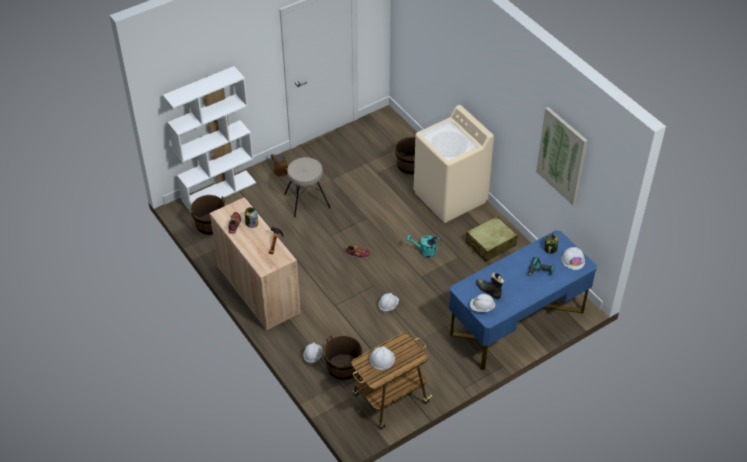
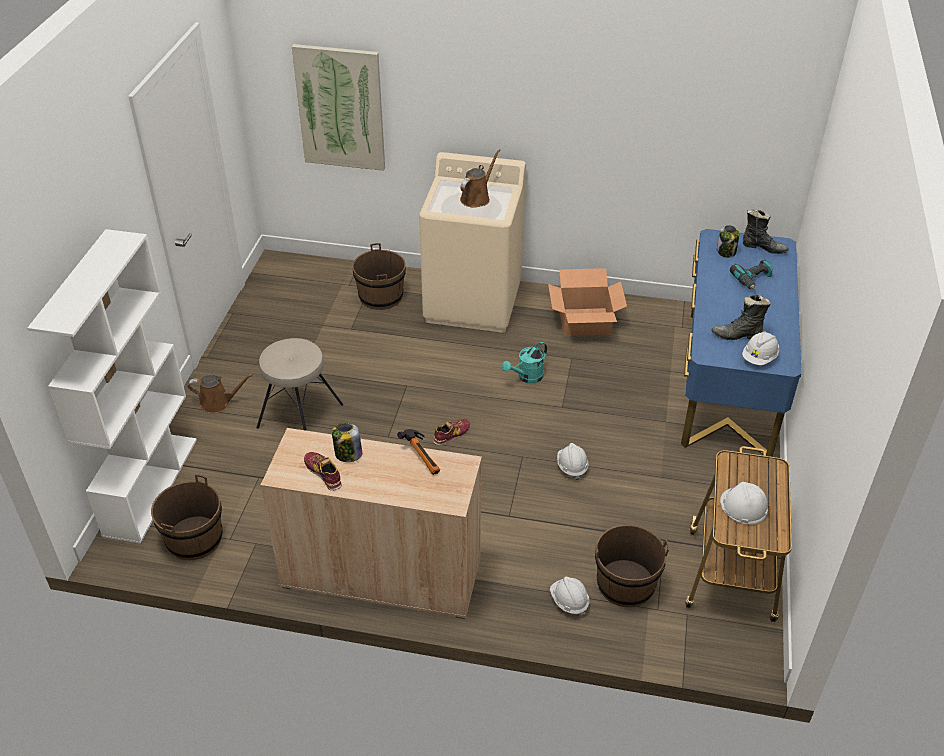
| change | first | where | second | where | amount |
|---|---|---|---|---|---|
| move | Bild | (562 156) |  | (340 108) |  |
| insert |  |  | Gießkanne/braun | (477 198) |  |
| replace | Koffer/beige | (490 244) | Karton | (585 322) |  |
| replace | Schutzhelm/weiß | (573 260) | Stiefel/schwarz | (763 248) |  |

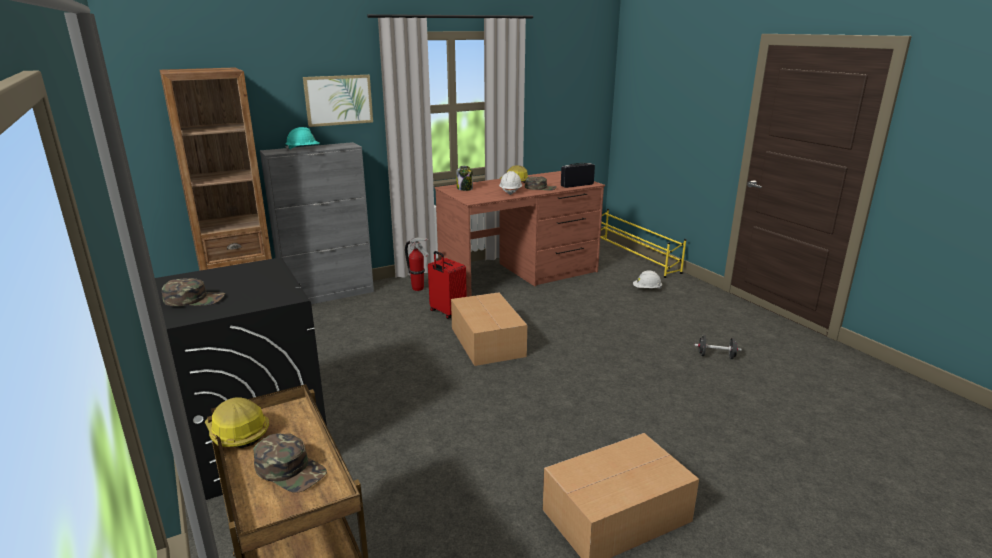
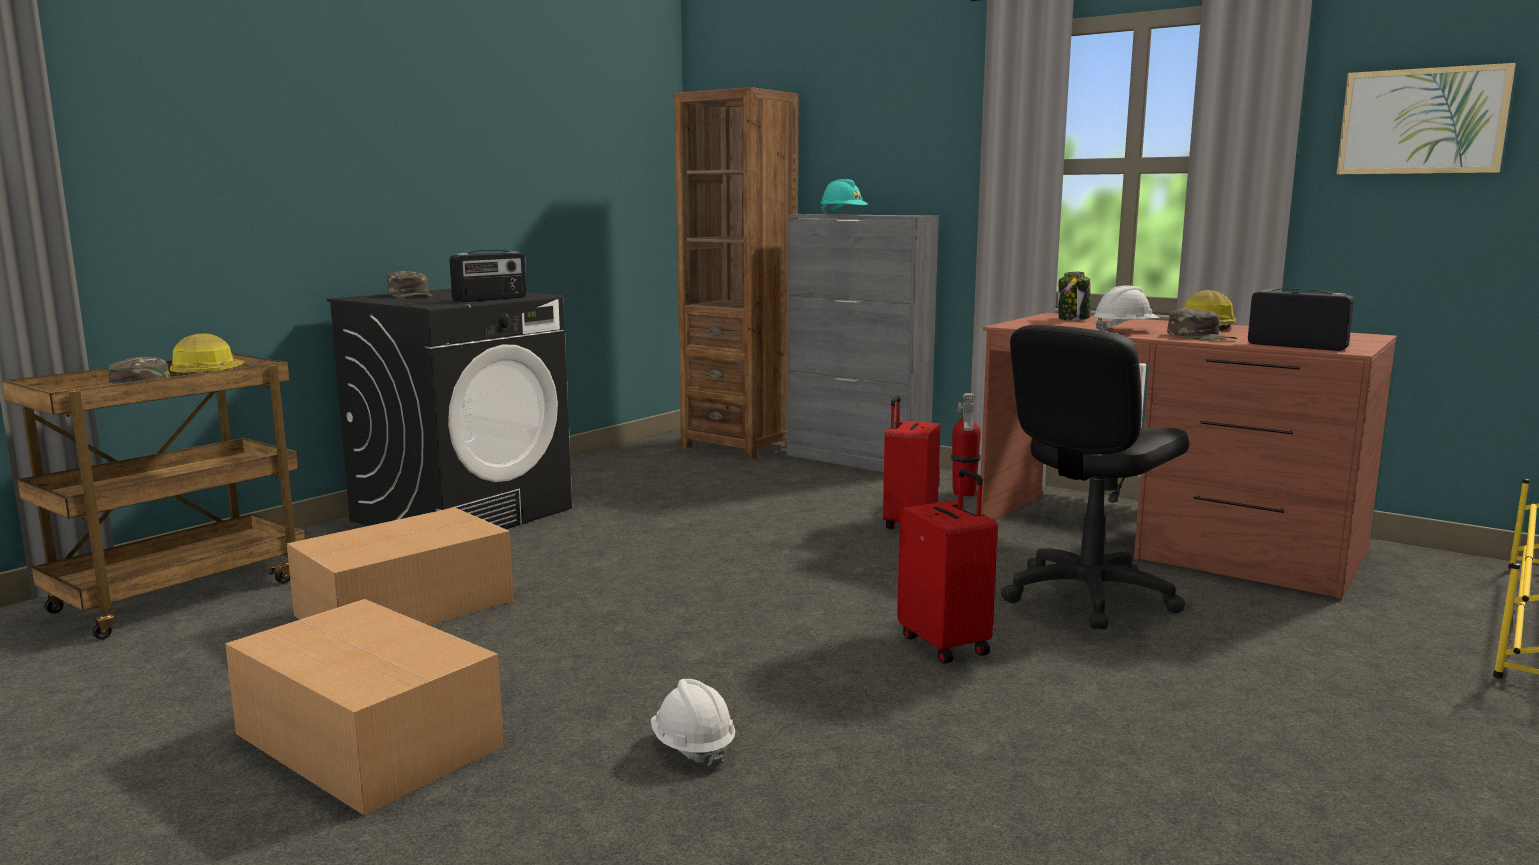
| change | first | where | second | where | amount |
|---|---|---|---|---|---|
| move | Karton | (487 342) |  | (402 608) |  |
| insert |  |  | Radio | (490 299) |  |
| move | Schutzhelm/weiß | (647 289) |  | (692 747) |  |
| insert |  |  | Koffer/rot | (946 644) |  |
| insert |  |  | Bürostuhl/schwarz | (1087 596) |  |
| move | Bild | (338 100) |  | (1422 121) |  |
| delete | Hantel/schwarz | (716 356) |  |  |  |

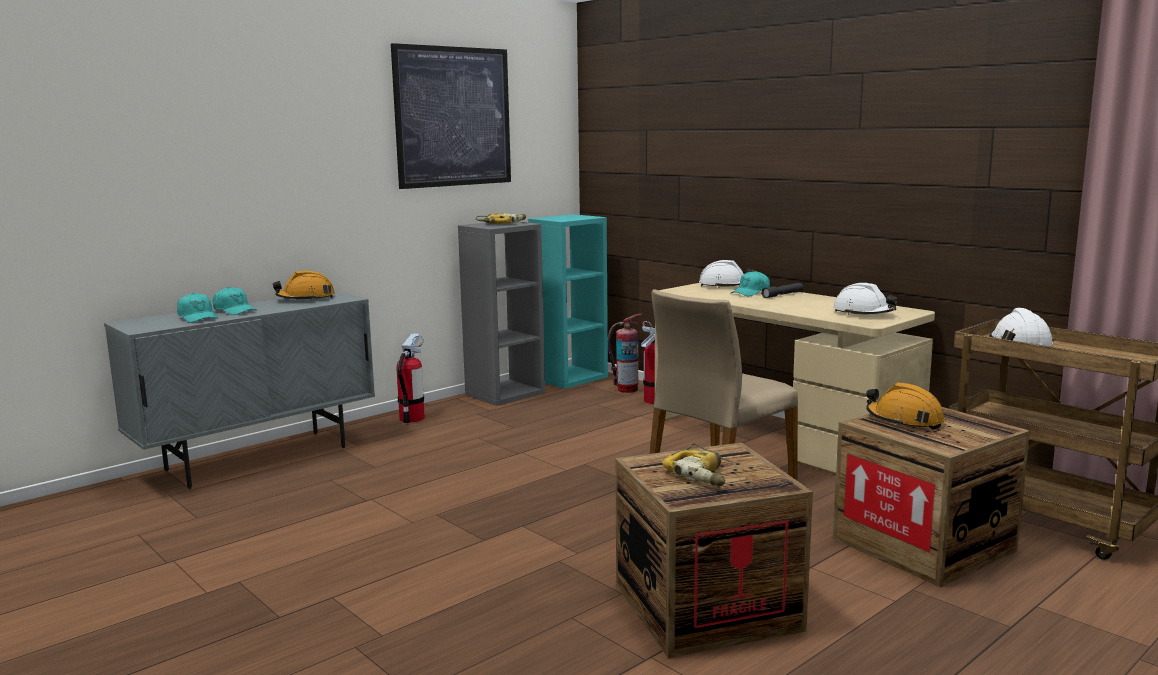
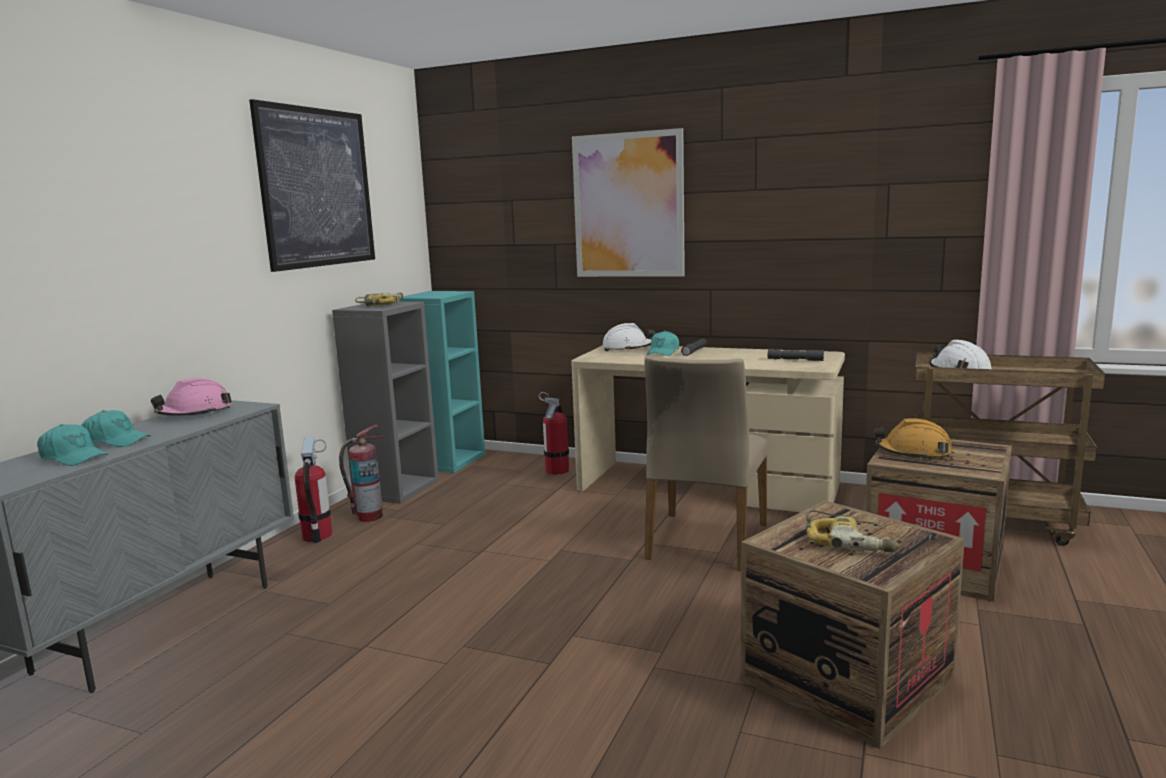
| change | first | where | second | where | amount |
|---|---|---|---|---|---|
| recolor | Schutzhelm/orange | (306 299) | Schutzhelm/rosa | (195 413) |  |
| move | Feuerlöscher | (627 389) |  | (369 517) |  |
| insert |  |  | Bild | (628 205) |  |
| replace | Schutzhelm/weiß | (863 313) | Taschenlampe/grau | (795 360) |  |

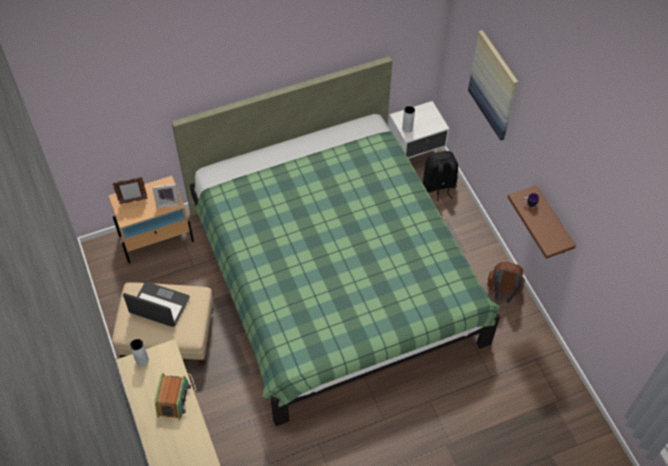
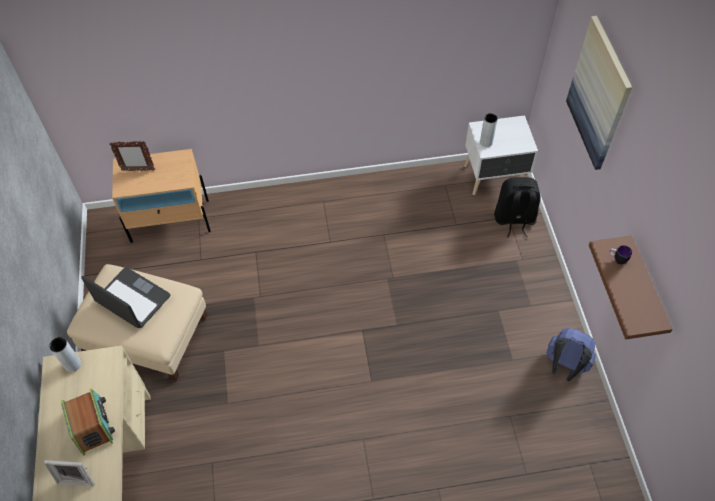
| change | first | where | second | where | amount |
|---|---|---|---|---|---|
| move | Bilderrahmen | (168 202) |  | (77 477) |  |
| rotate | Radio | (173 399) |  | (92 424) | 45 degrees counterclockwise |
| recolor | Rucksack/braun | (502 293) | Rucksack/blau | (564 366) |  |
| delete | Bett/grün | (333 276) |  |  |  |

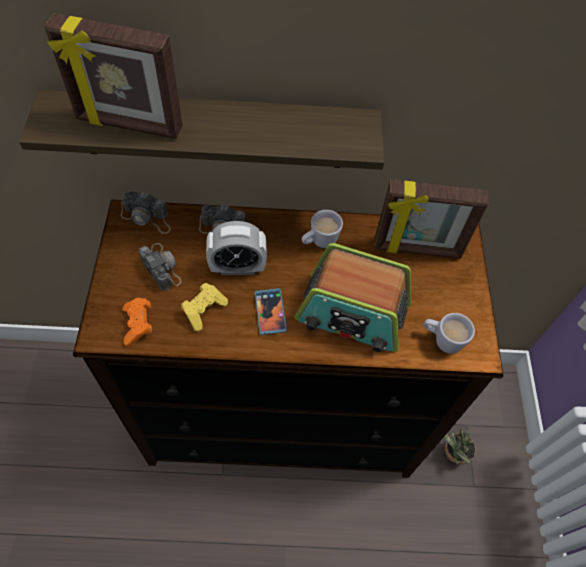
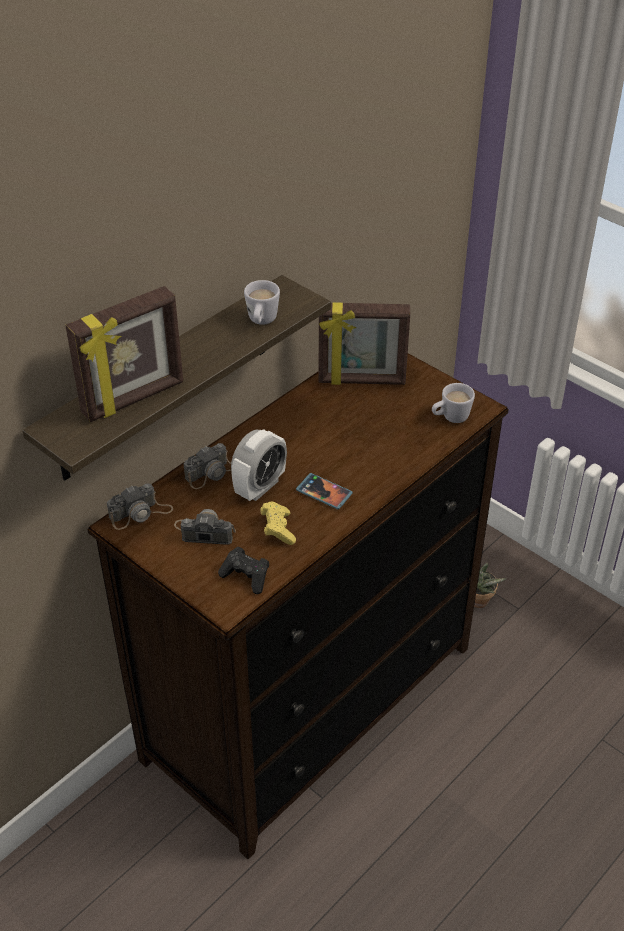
| change | first | where | second | where | amount |
|---|---|---|---|---|---|
| recolor | Gamepad/orange | (138 325) | Gamepad/schwarz | (246 577) |  |
| move | Henkelbecher/weiß | (319 242) |  | (261 322) |  |
| rotate | Bilderrahmen | (417 249) |  | (361 381) | 45 degrees clockwise |
| delete | Radio | (352 313) |  |  |  |

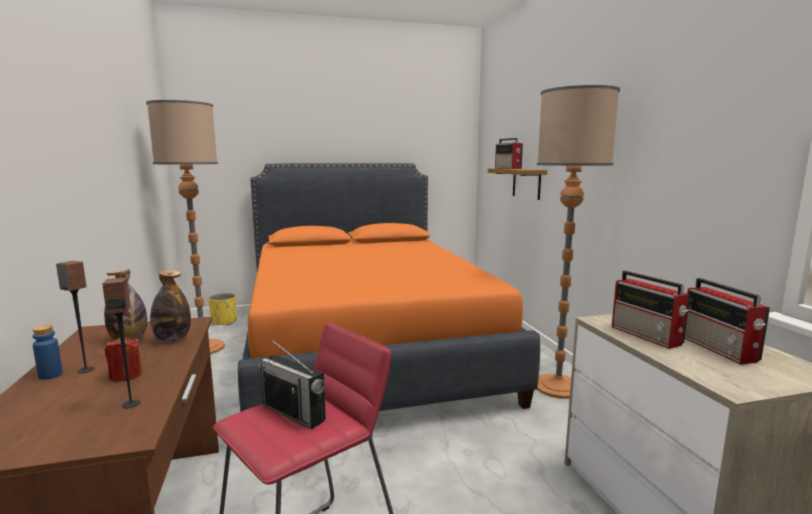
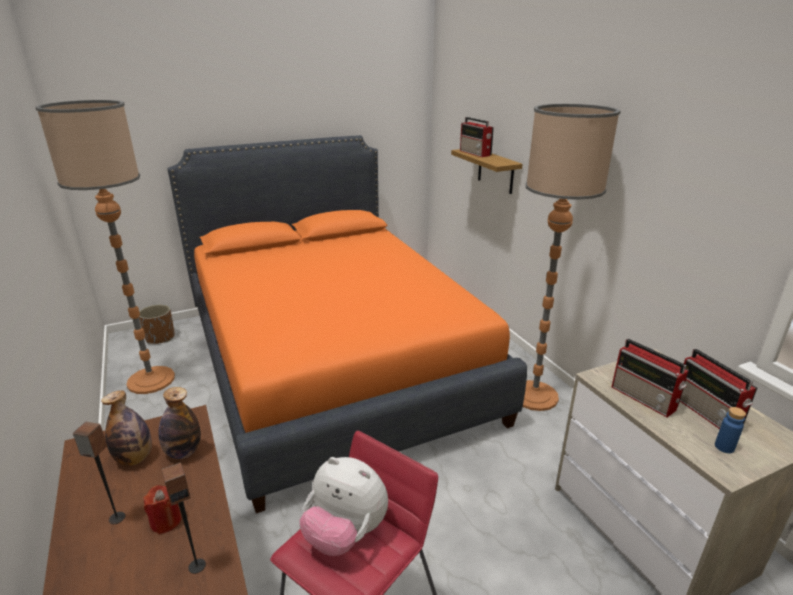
| change | first | where | second | where | amount |
|---|---|---|---|---|---|
| recolor | Pflanzkübel/gelb | (224 322) | Pflanzkübel/braun | (160 338) |  |
| replace | Radio | (293 413) | Plüschtier | (345 534) |  |
| move | Flasche/blau | (50 375) |  | (724 447) |  |

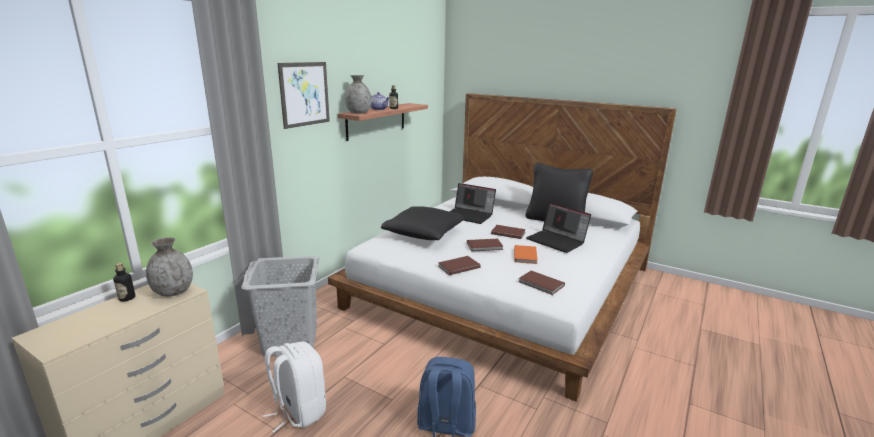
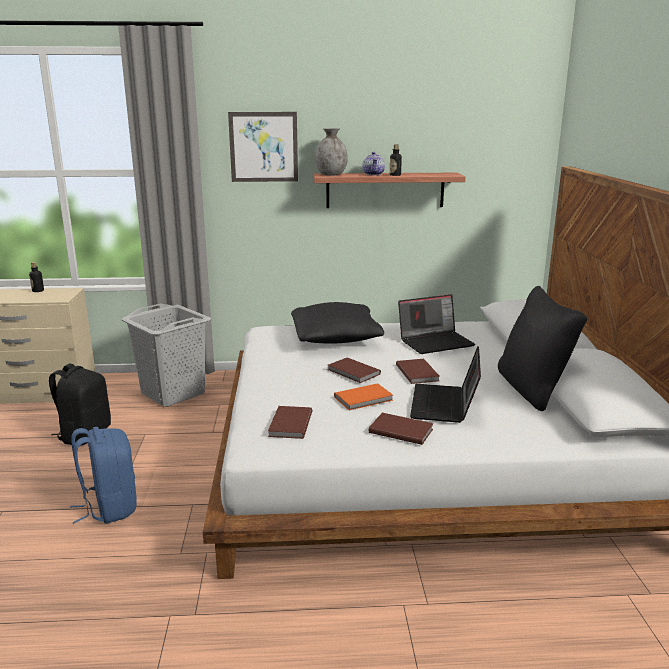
| change | first | where | second | where | amount |
|---|---|---|---|---|---|
| recolor | Rucksack/weiß | (298 411) | Rucksack/schwarz | (84 434) |  |
| move | Buch/braun | (458 267) |  | (400 430) |  |
| rotate | Laptop | (470 215) |  | (436 342) | 105 degrees counterclockwise |
| delete | Vase/grau | (173 292) |  |  |  |

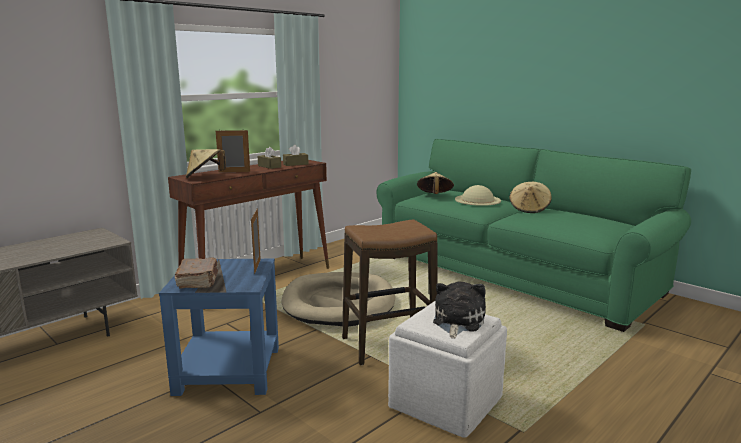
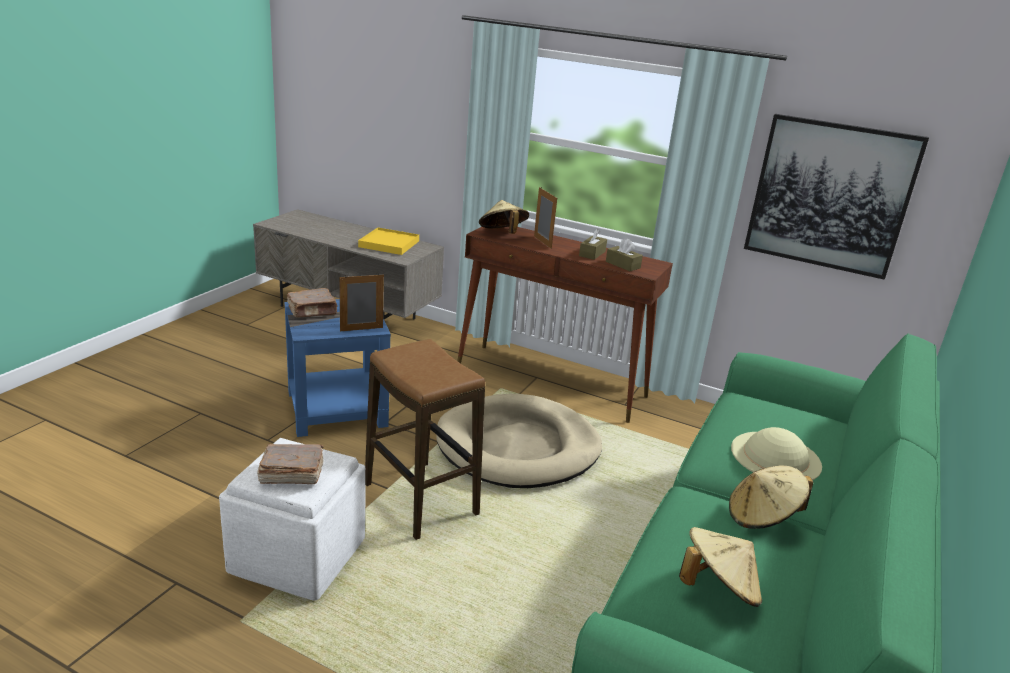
| change | first | where | second | where | amount |
|---|---|---|---|---|---|
| replace | Plüschtier | (457 322) | Buch/braun | (291 474) |  |
| insert |  |  | Tablett/gelb | (389 244) |  |
| move | Hut/beige | (434 196) |  | (718 588) |  |
| insert |  |  | Bild | (830 196) |  |

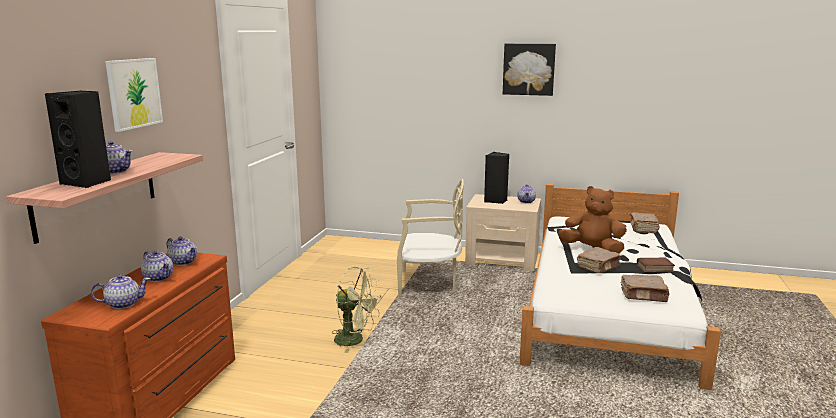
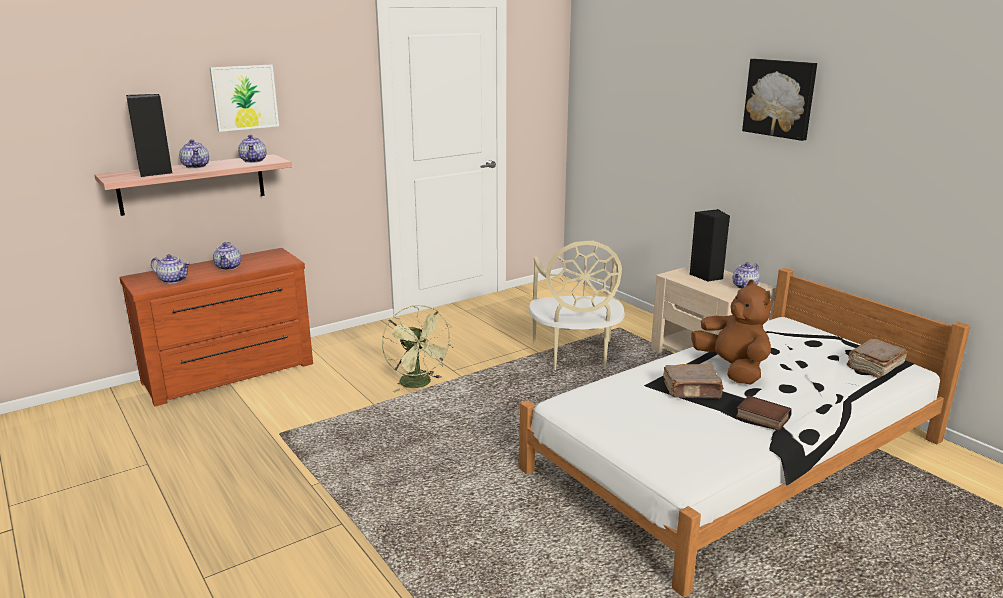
| change | first | where | second | where | amount |
|---|---|---|---|---|---|
| move | Teekanne | (183 262) |  | (254 161) |  |
| rotate | Stuhl/beige | (429 284) |  | (575 356) | 45 degrees clockwise |
| delete | Buch/braun | (644 296) |  |  |  |

